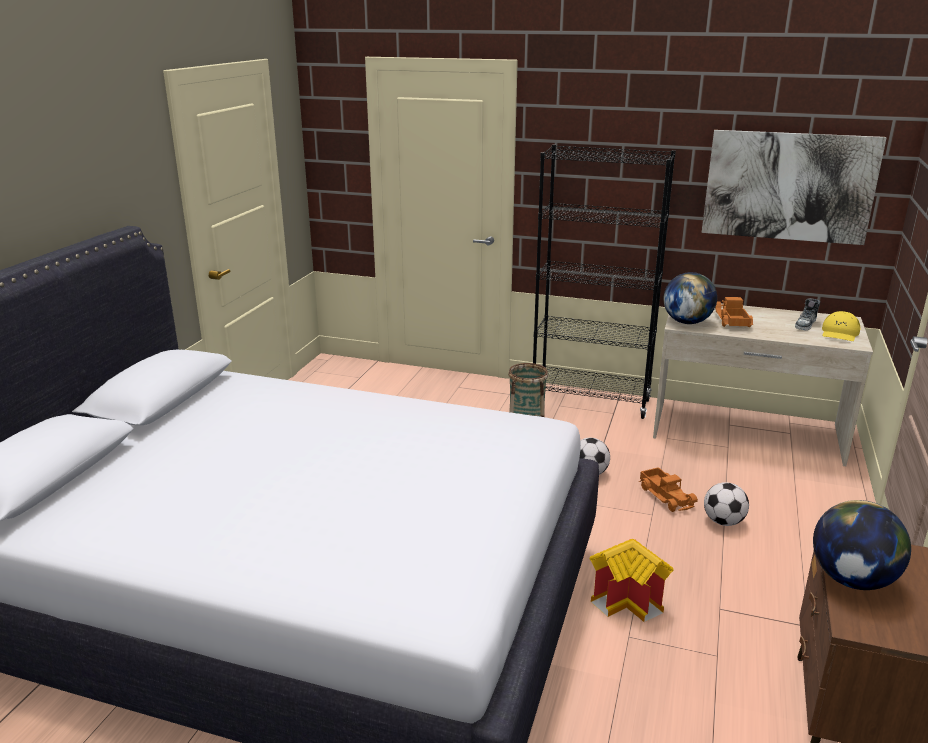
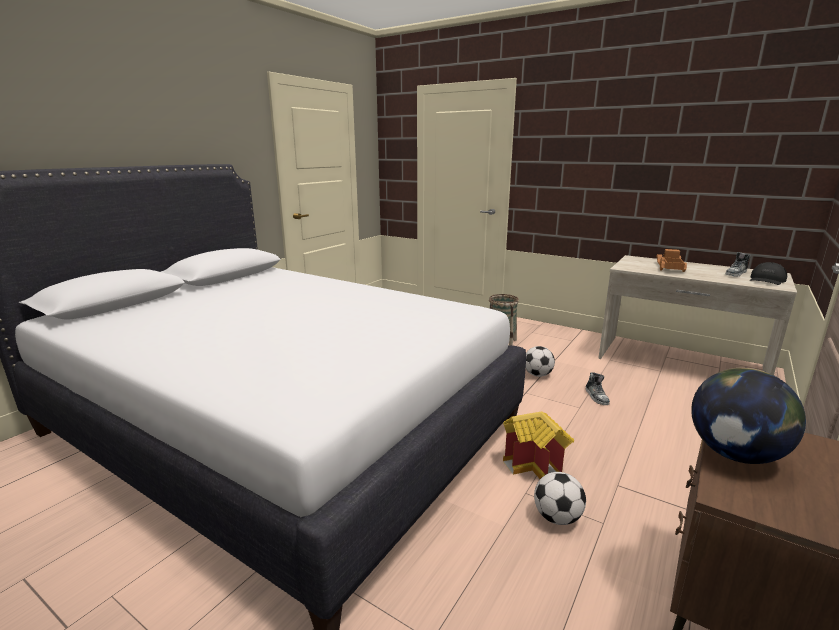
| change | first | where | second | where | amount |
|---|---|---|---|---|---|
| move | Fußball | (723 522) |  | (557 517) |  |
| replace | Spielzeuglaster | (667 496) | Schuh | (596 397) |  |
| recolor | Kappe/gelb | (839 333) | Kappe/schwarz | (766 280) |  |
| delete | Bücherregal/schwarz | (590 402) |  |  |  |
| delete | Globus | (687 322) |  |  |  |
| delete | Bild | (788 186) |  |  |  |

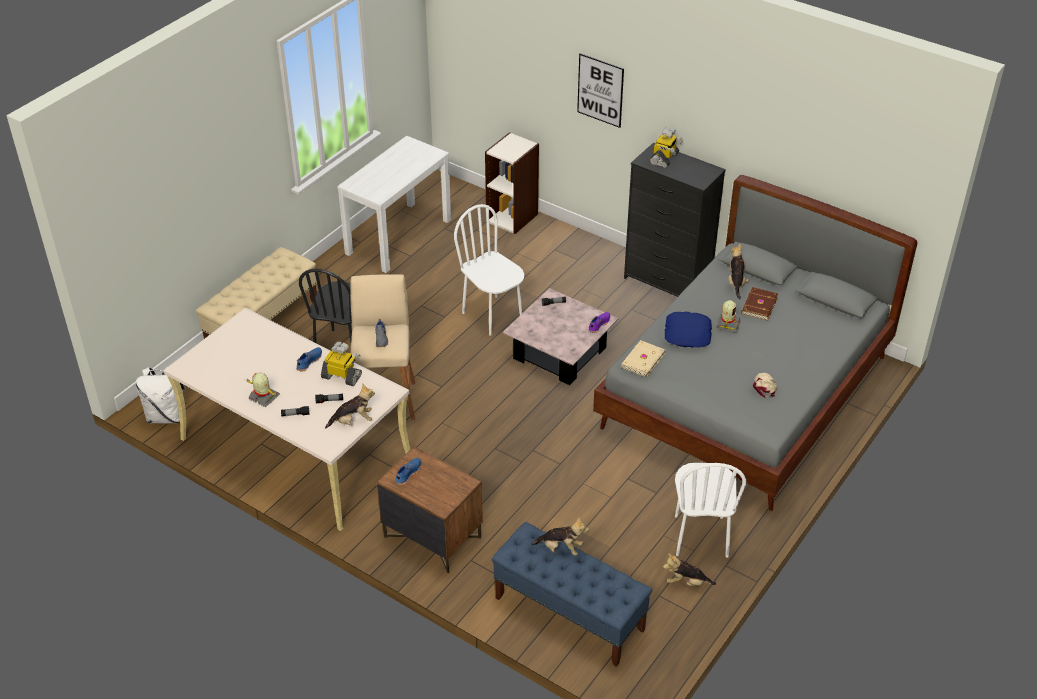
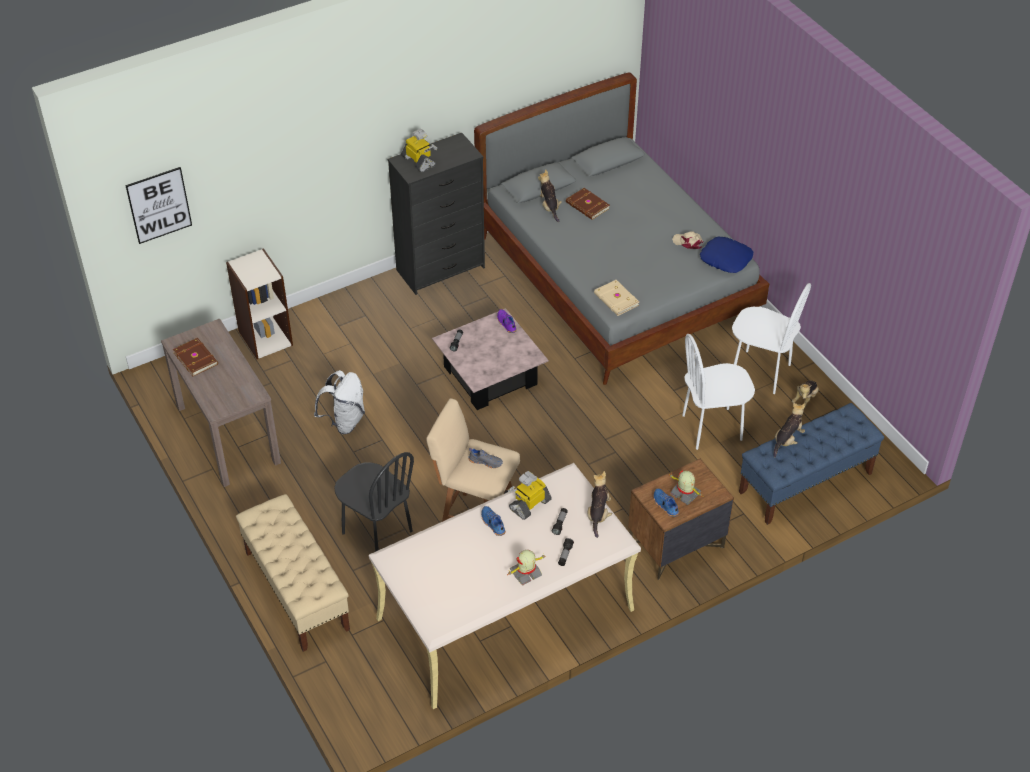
| change | first | where | second | where | amount |
|---|---|---|---|---|---|
| move | Bild | (600 90) |  | (159 205) |  |
| recolor | Konsolentisch/weiß | (398 236) | Konsolentisch/braun | (227 434) |  |
| insert |  |  | Buch/braun | (196 358) |  |
| move | Rucksack/weiß | (166 416) |  | (344 421) |  |
| rotate | Plüschtier | (736 283) |  | (549 207) | 45 degrees clockwise |
| move | Spielzeugroboter | (727 325) |  | (685 494) |  |
| move | Stuhl/weiß | (492 315) |  | (712 428) |  |
| move | Kissen/blau | (688 334) |  | (726 259) |  |

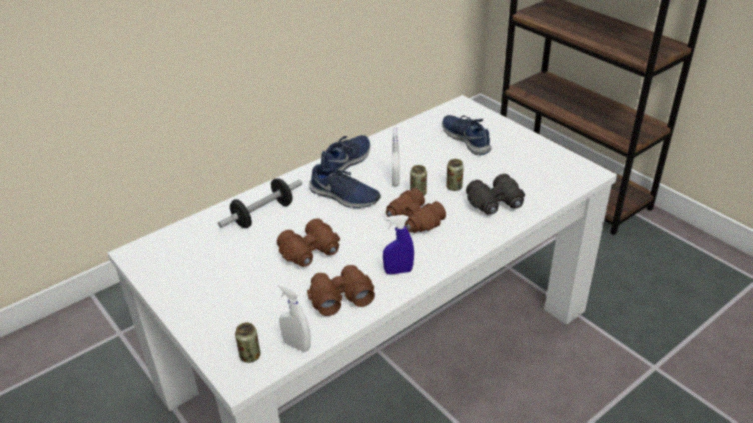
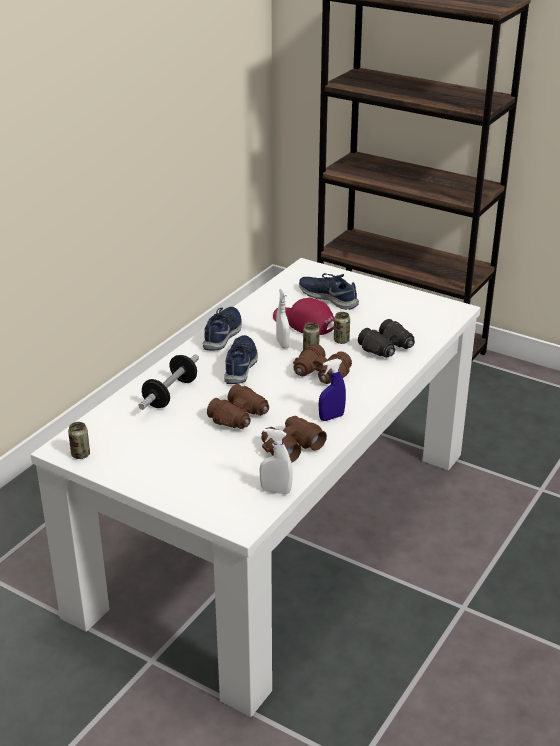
| change | first | where | second | where | amount |
|---|---|---|---|---|---|
| move | Dose | (250 356) |  | (80 454) |  |
| rotate | Schuh/blau | (344 197) |  | (241 365) | 90 degrees counterclockwise |
| insert |  |  | Kappe/rot | (304 322) |  |

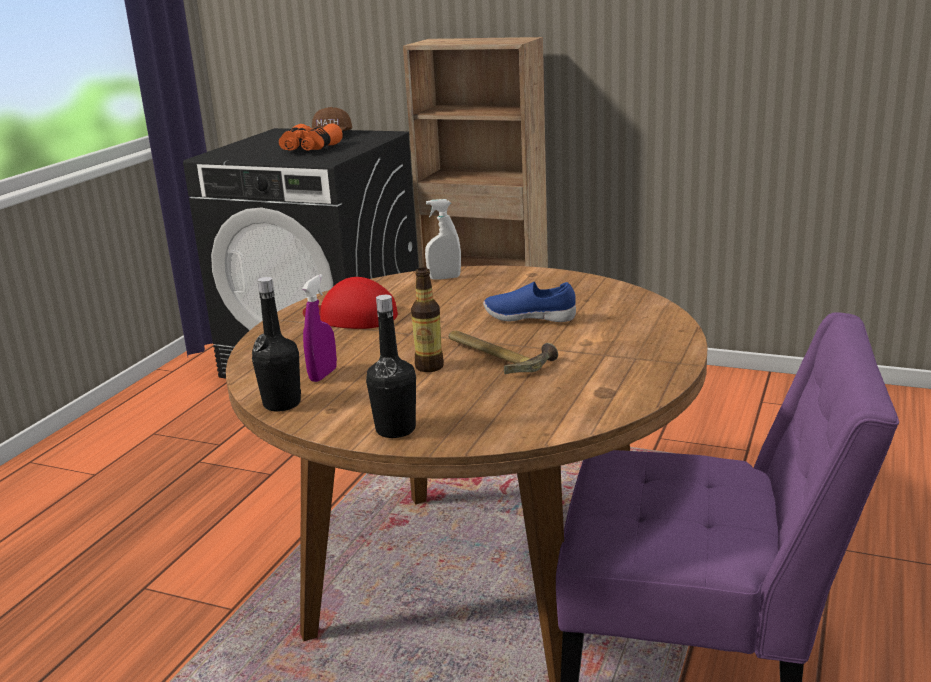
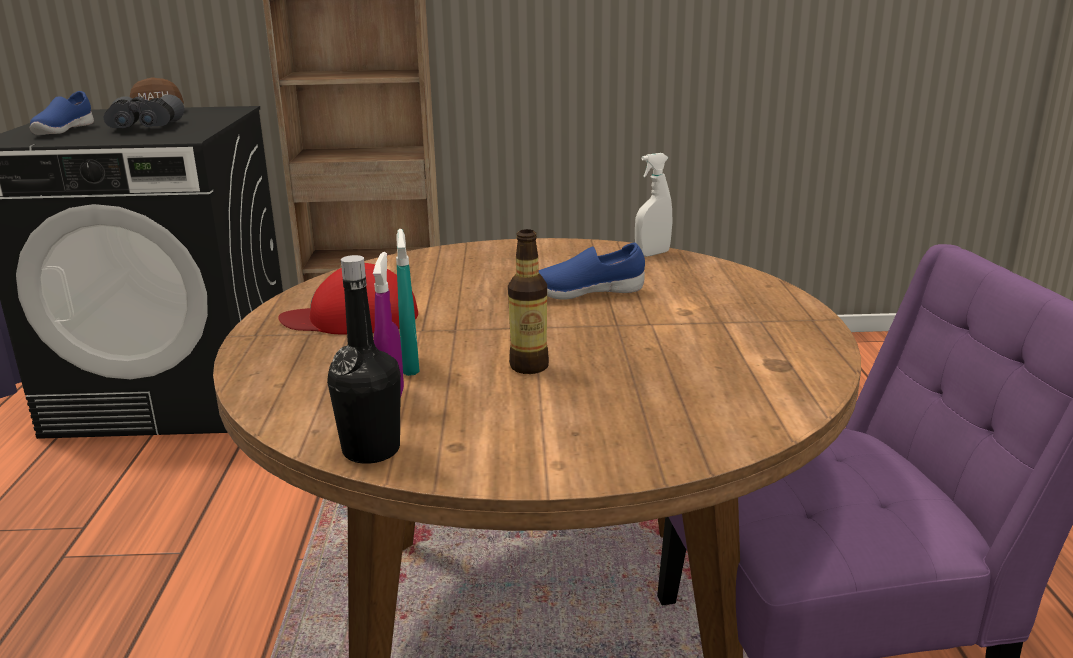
| change | first | where | second | where | amount |
|---|---|---|---|---|---|
| insert |  |  | Schuh/blau | (63 131) |  |
| recolor | Fernglas/orange | (308 149) | Fernglas/grau | (144 127) |  |
| insert |  |  | Sprühflasche/türkis | (410 366) |  |
| move | Sprühflasche/weiß | (444 278) |  | (652 254) |  |
| delete | Flasche/schwarz | (395 429) |  |  |  |
| delete | Hammer | (498 356) |  |  |  |

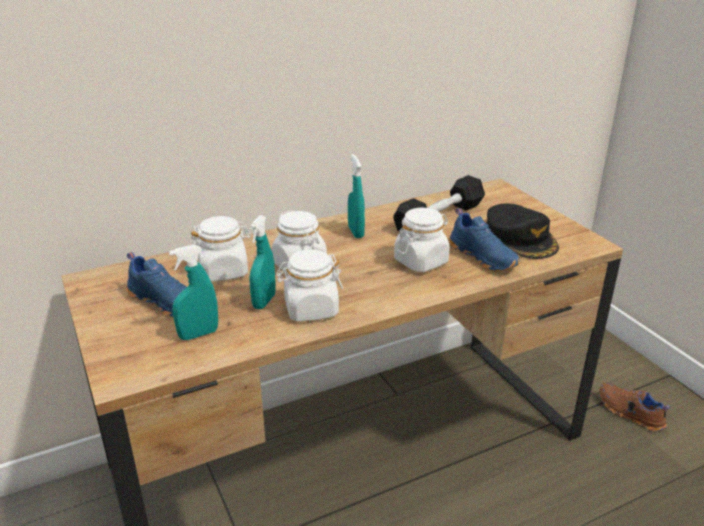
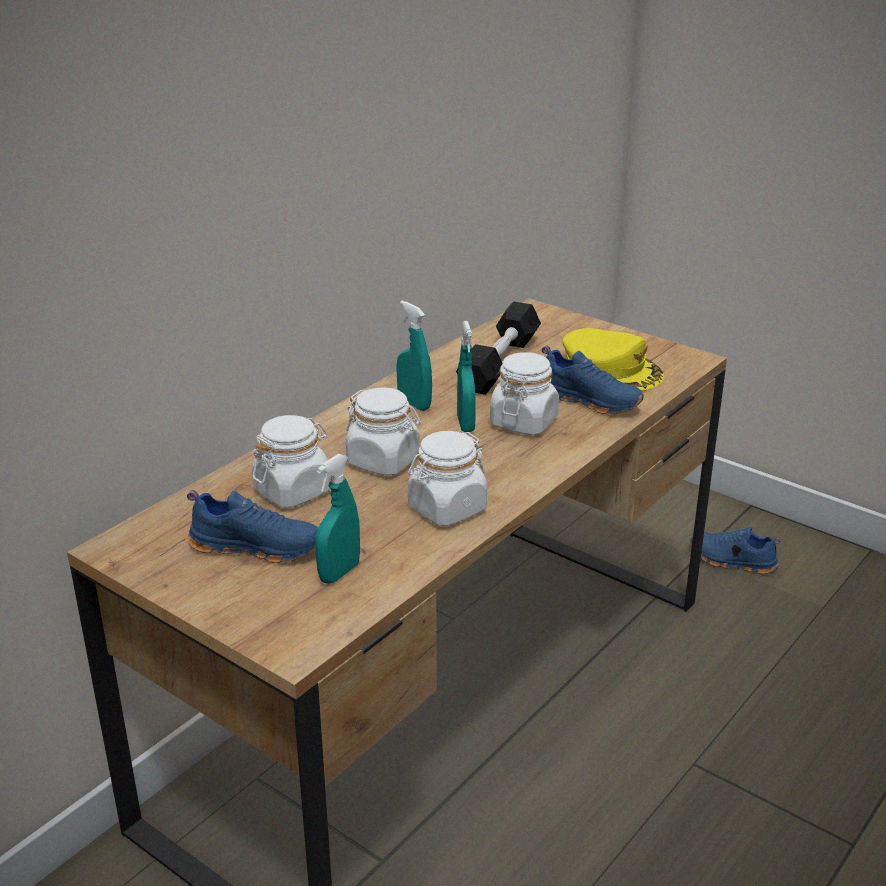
| change | first | where | second | where | amount |
|---|---|---|---|---|---|
| move | Sprühflasche/türkis | (264 301) |  | (465 424) |  |
| recolor | Kappe/schwarz | (520 238) | Kappe/gelb | (612 369) |  |
| recolor | Schuh/braun | (629 413) | Schuh/blau | (731 561) |  |

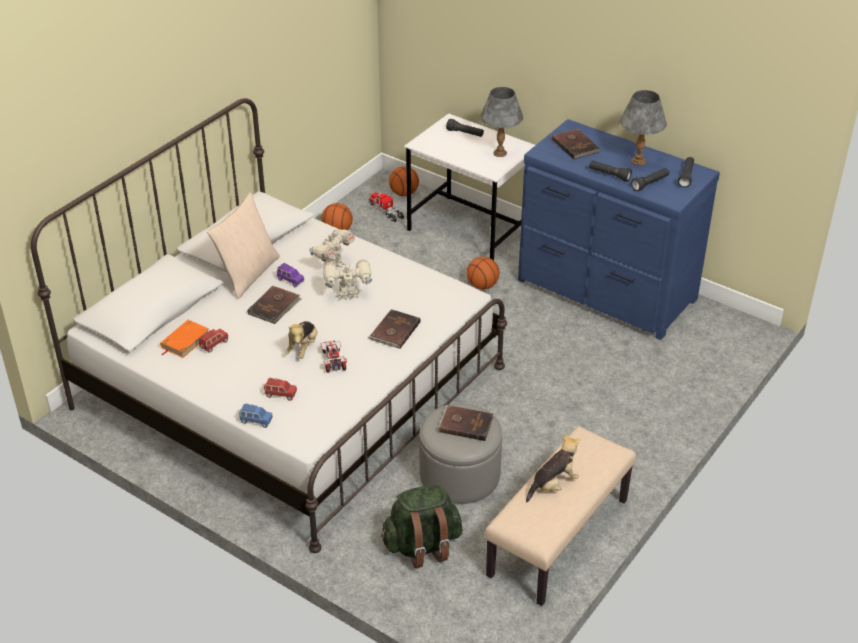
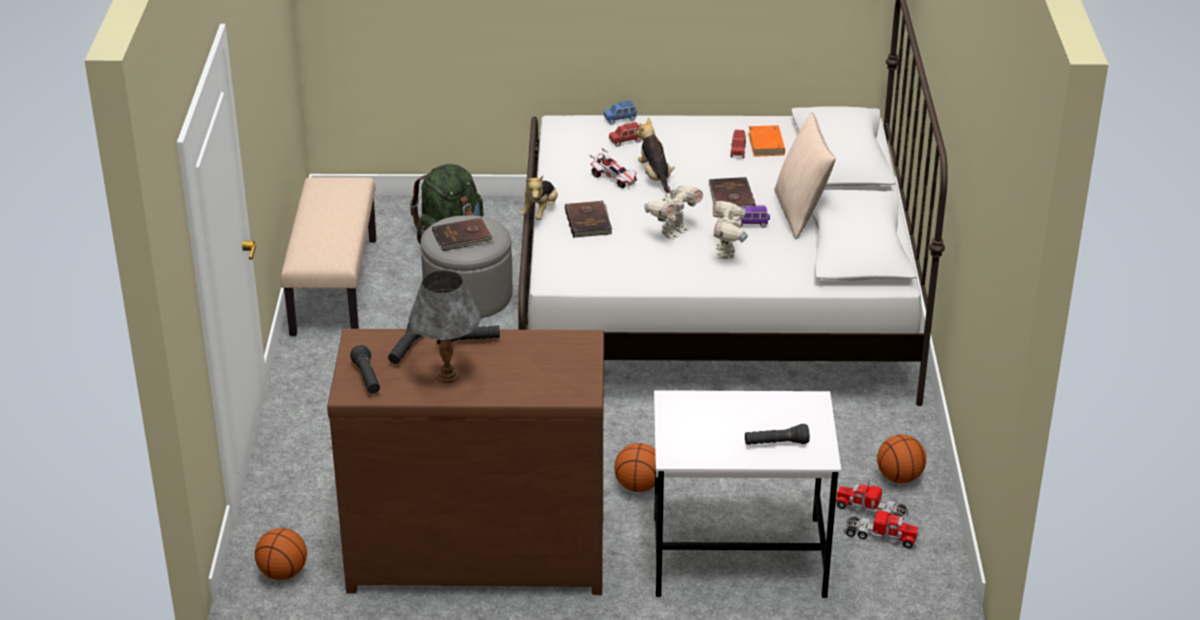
| change | first | where | second | where | amount |
|---|---|---|---|---|---|
| move | Basketball | (404 193) |  | (283 573) |  |
| recolor | Kommode/blau | (605 291) | Kommode/braun | (477 549) |  |
| move | Plüschtier | (553 485) |  | (540 212) |  |
| insert |  |  | Spielzeuglaster | (871 510) |  |
| delete | Tischlampe/grau | (500 153) |  |  |  |
| delete | Buch/braun | (575 145) |  |  |  |

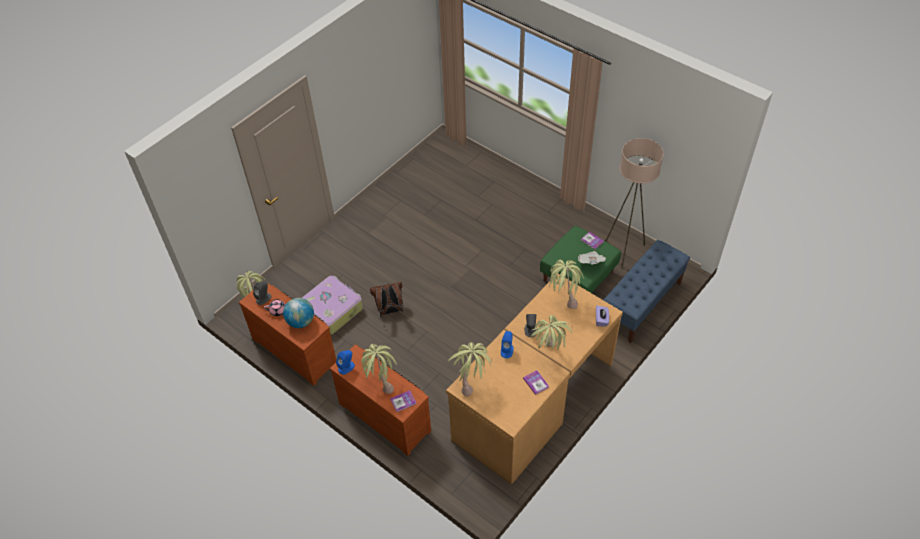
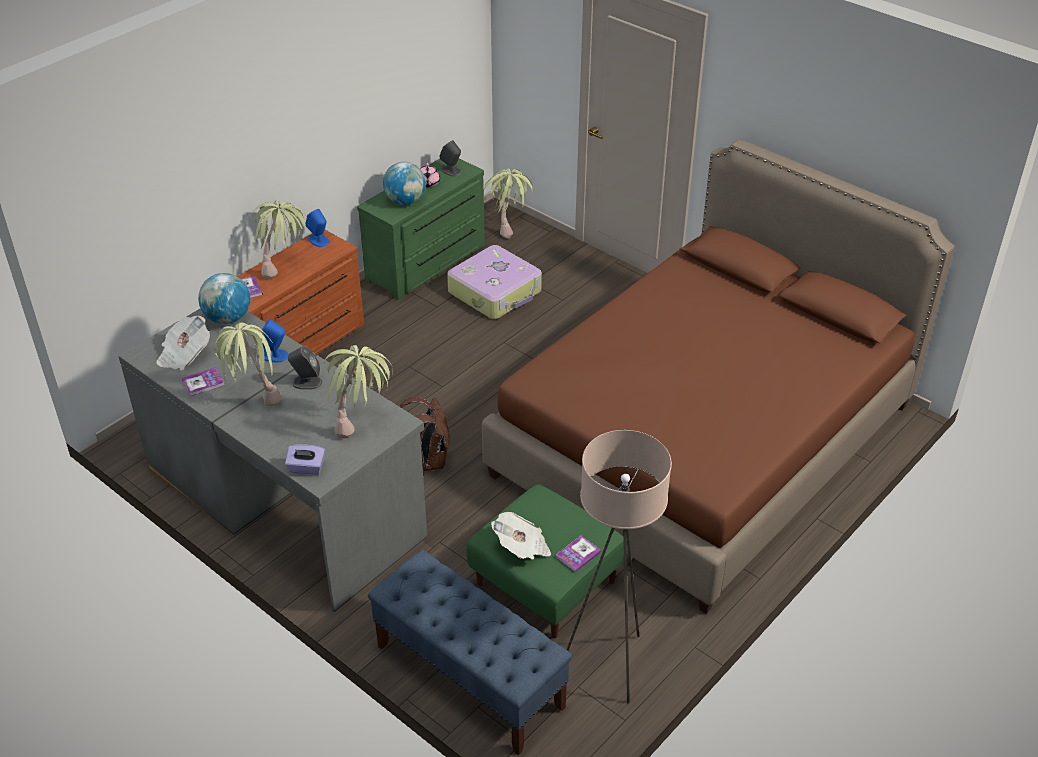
| change | first | where | second | where | amount |
|---|---|---|---|---|---|
| recolor | Schreibtisch/braun | (532 401) | Schreibtisch/grau | (286 501) |  |
| insert |  |  | Zeitung | (184 355) |  |
| replace | Topfpflanze | (471 381) | Globus | (228 318) |  |
| recolor | Kommode/braun | (296 349) | Kommode/grün | (428 263) |  |
| move | Rucksack/braun | (390 310) |  | (428 460) |  |
| insert |  |  | Bett/braun | (703 440) |  |

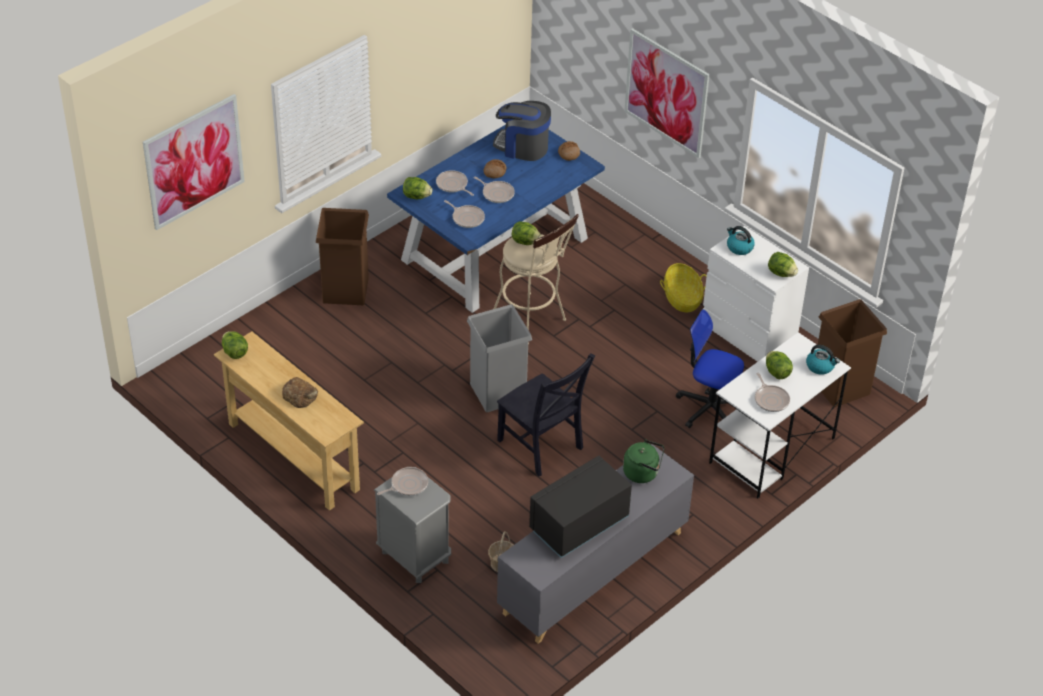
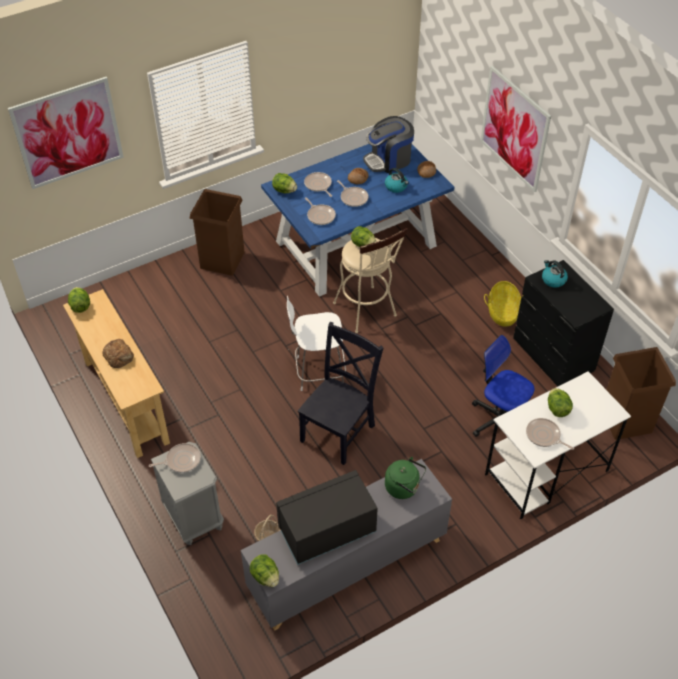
| change | first | where | second | where | amount |
|---|---|---|---|---|---|
| move | Salatkopf | (781 273) |  | (265 576) |  |
| replace | Mülleimer/grau | (498 391) | Stuhl/weiß | (318 372) |  |
| rotate | Stuhl/schwarz | (542 446) |  | (339 431) | 120 degrees counterclockwise |
| rotate | Kaffeemaschine | (522 147) |  | (388 160) | 60 degrees counterclockwise |
| move | Wasserkessel | (820 366) |  | (396 186) |  |
| recolor | Kommode/weiß | (748 334) | Kommode/schwarz | (553 355) |  |
| rotate | Pfanne | (771 399) |  | (544 436) | 135 degrees clockwise |

